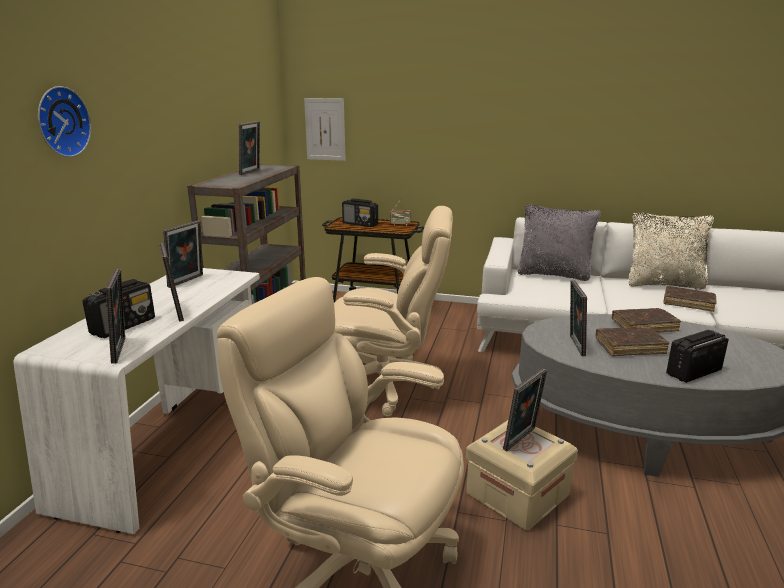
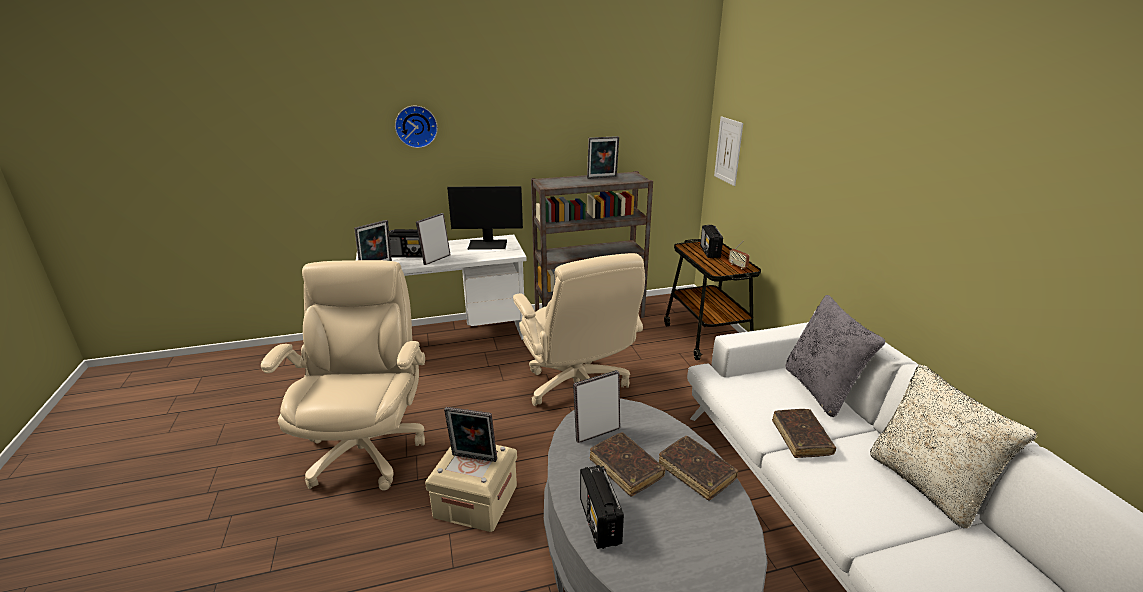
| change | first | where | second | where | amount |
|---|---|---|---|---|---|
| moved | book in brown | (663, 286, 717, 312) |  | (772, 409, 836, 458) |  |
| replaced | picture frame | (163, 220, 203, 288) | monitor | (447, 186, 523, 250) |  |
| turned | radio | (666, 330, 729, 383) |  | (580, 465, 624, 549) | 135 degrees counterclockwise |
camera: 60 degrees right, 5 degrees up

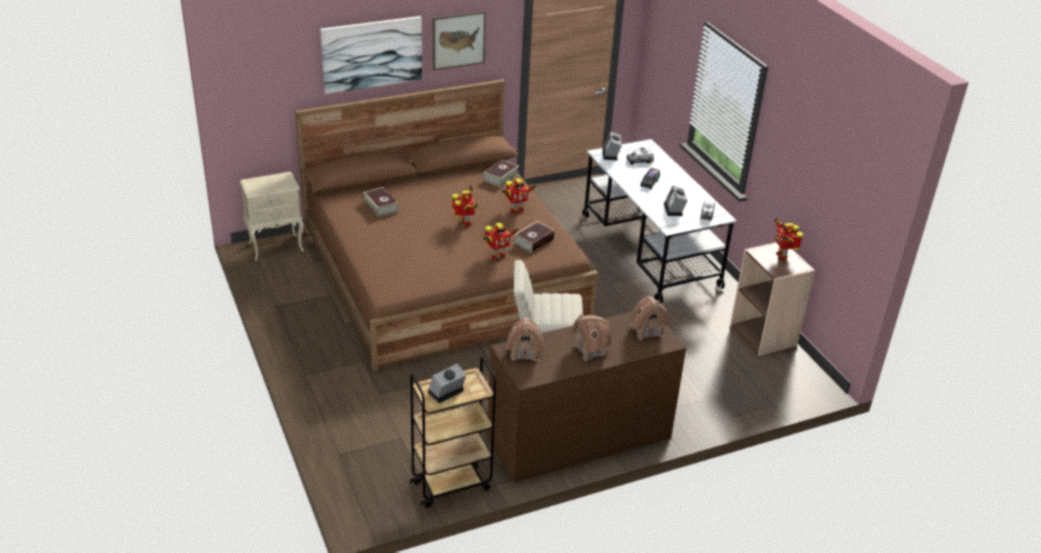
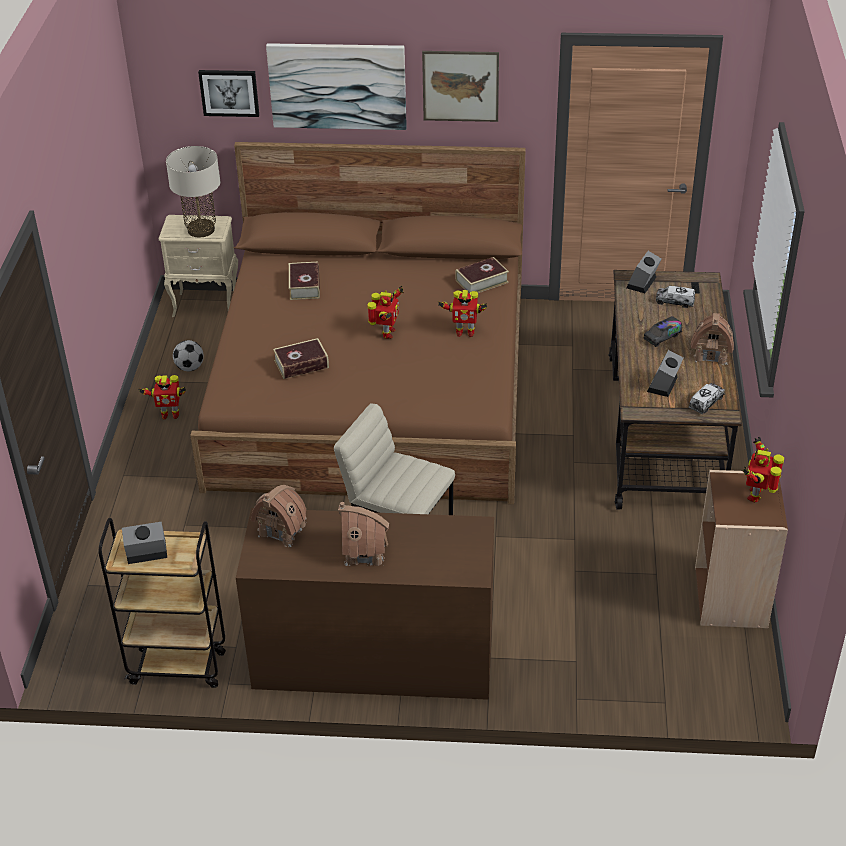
| change | first | where | second | where | amount |
|---|---|---|---|---|---|
| added |  |  | table lamp | (166, 146, 220, 237) |  |
| added |  |  | football | (173, 340, 204, 371) |  |
| added |  |  | picture | (198, 70, 259, 117) |  |
| moved | toy robot | (483, 223, 518, 260) |  | (138, 375, 186, 419) |  |
| moved | book | (514, 221, 555, 253) |  | (273, 338, 329, 379) |  |
| moved | toy house | (629, 296, 670, 341) |  | (690, 313, 734, 365) |  |
| recoloured | desk in white | (582, 139, 737, 303) | desk in brown | (608, 270, 742, 510) |  |
camera: 30 degrees right, 5 degrees up

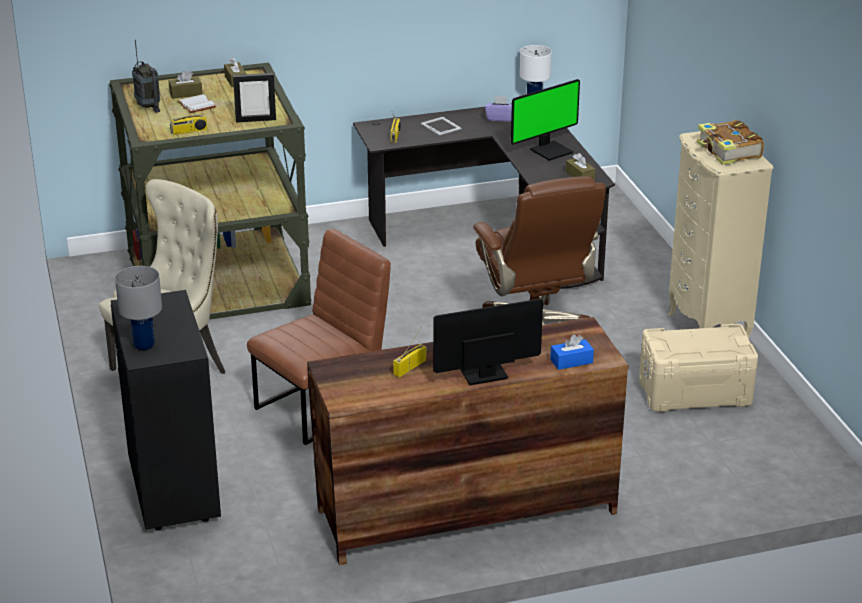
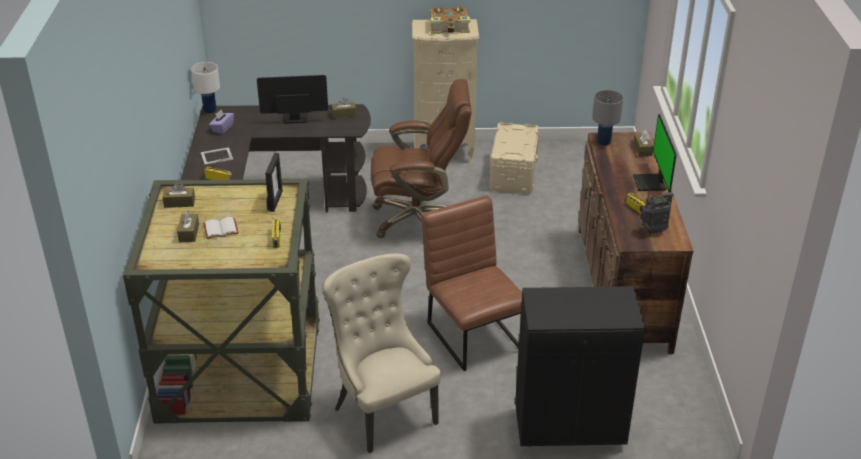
| change | first | where | second | where | amount |
|---|---|---|---|---|---|
| moved | table lamp in grey | (115, 266, 162, 350) |  | (592, 90, 623, 146) |  |
| moved | radio | (132, 40, 160, 113) |  | (641, 182, 674, 235) |  |
| recoloured | tissue box in blue | (550, 334, 594, 370) | tissue box in brown | (633, 130, 654, 156) |  |
| turned | monitor | (511, 79, 580, 161) |  | (257, 75, 328, 124) | 75 degrees counterclockwise |
camera: 75 degrees left, 5 degrees up

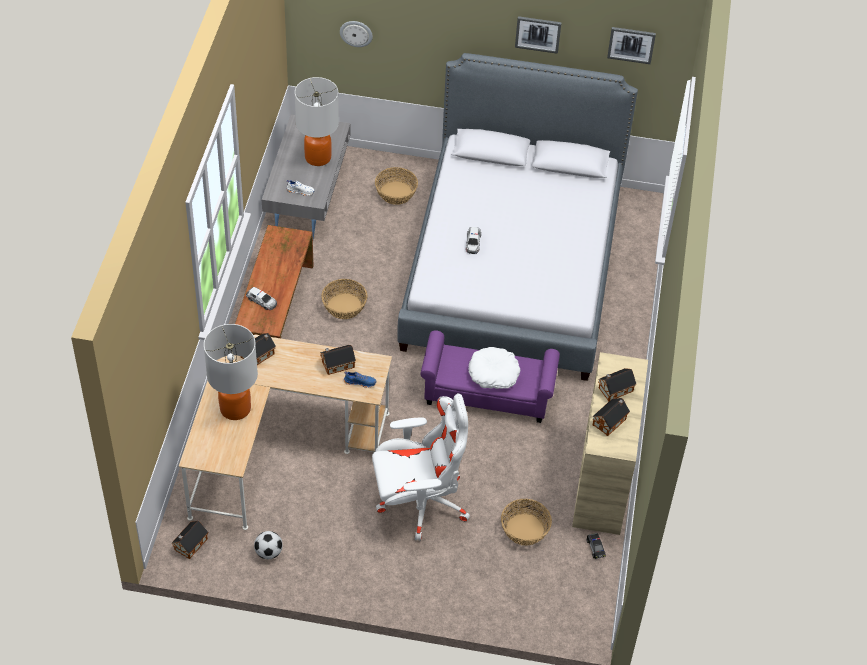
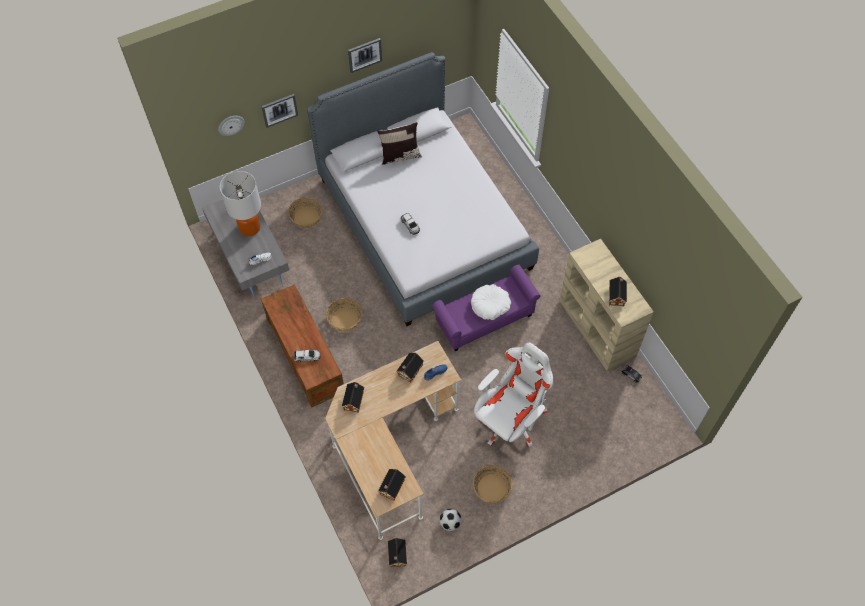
| change | first | where | second | where | amount |
|---|---|---|---|---|---|
| removed | table lamp | (204, 324, 258, 420) |  |  |  |
| added |  |  | pillow | (377, 122, 422, 165) |  |
| moved | basket | (501, 499, 552, 546) |  | (473, 465, 513, 503) |  |
| moved | toy house | (598, 368, 636, 401) |  | (378, 469, 406, 501) |  |
| moved | picture | (607, 27, 656, 64) |  | (261, 94, 298, 127) |  |
camera: 35 degrees left, 10 degrees up

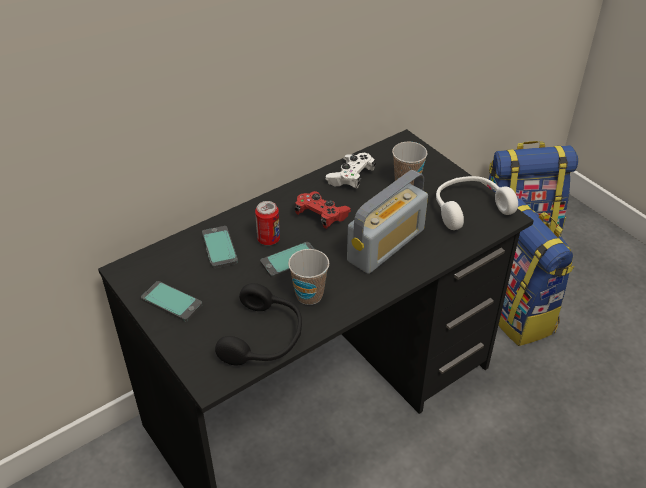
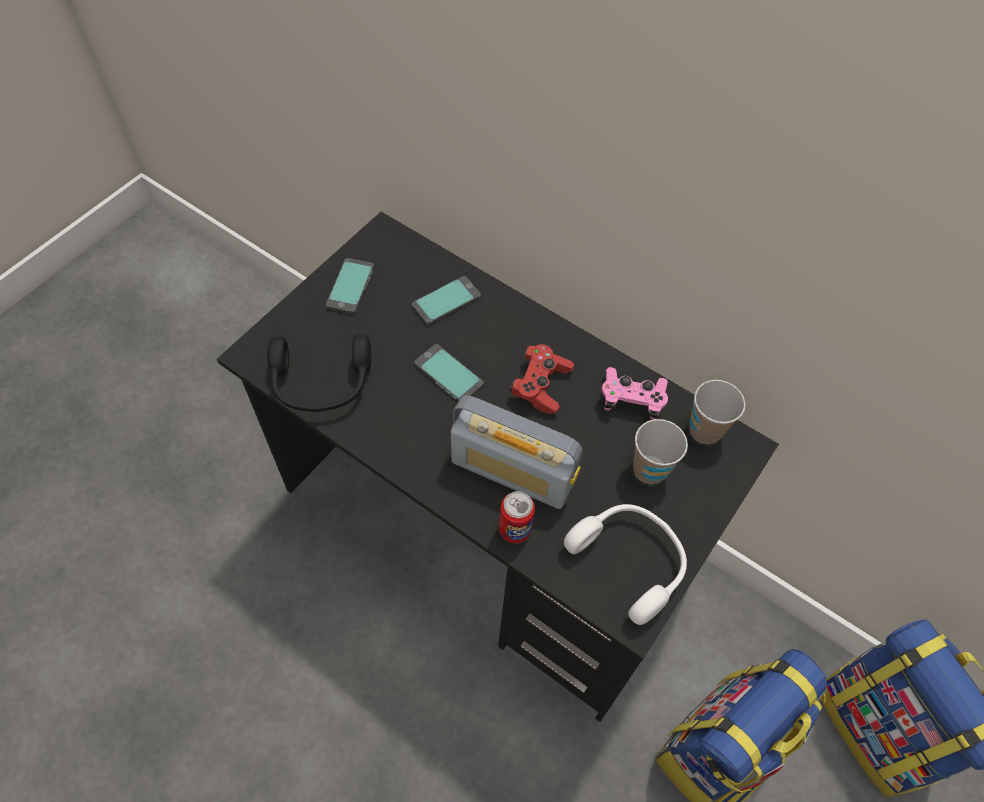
| change | first | where | second | where | amount |
|---|---|---|---|---|---|
| moved | can | (255, 201, 280, 245) |  | (499, 491, 535, 543) |  |
| moved | cup | (288, 249, 329, 305) |  | (690, 380, 746, 444) |  |
| recoloured | game controller in white | (325, 153, 376, 189) | game controller in pink | (602, 367, 668, 420) |  |
camera: 70 degrees right, 15 degrees up

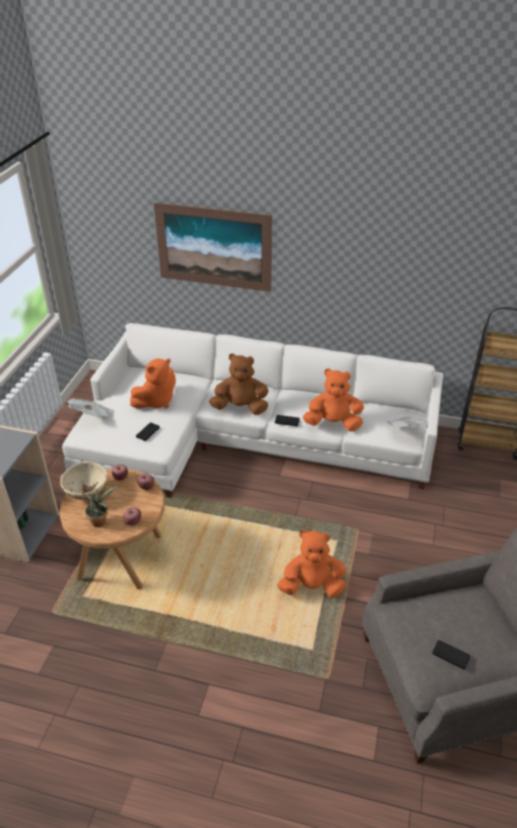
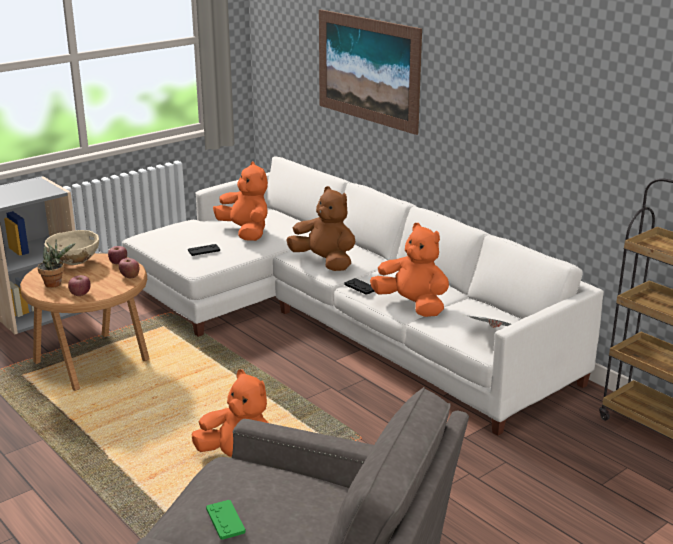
| change | first | where | second | where | amount |
|---|---|---|---|---|---|
| removed | newspaper | (67, 398, 113, 417) |  |  |  |
| recoloured | game controller in black | (432, 640, 471, 669) | game controller in green | (206, 500, 246, 540) |  |
| turned | plush toy in orange | (130, 358, 176, 409) |  | (213, 162, 268, 241) | 120 degrees counterclockwise |
camera: 35 degrees right, 15 degrees down

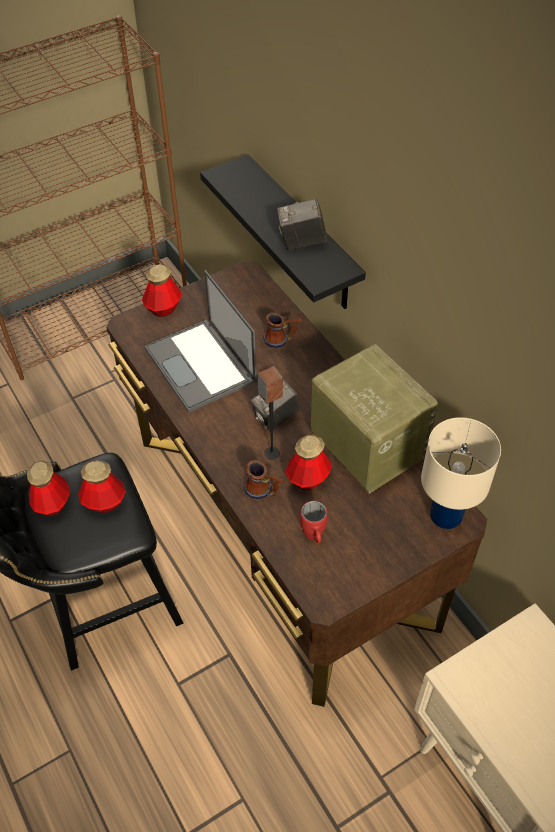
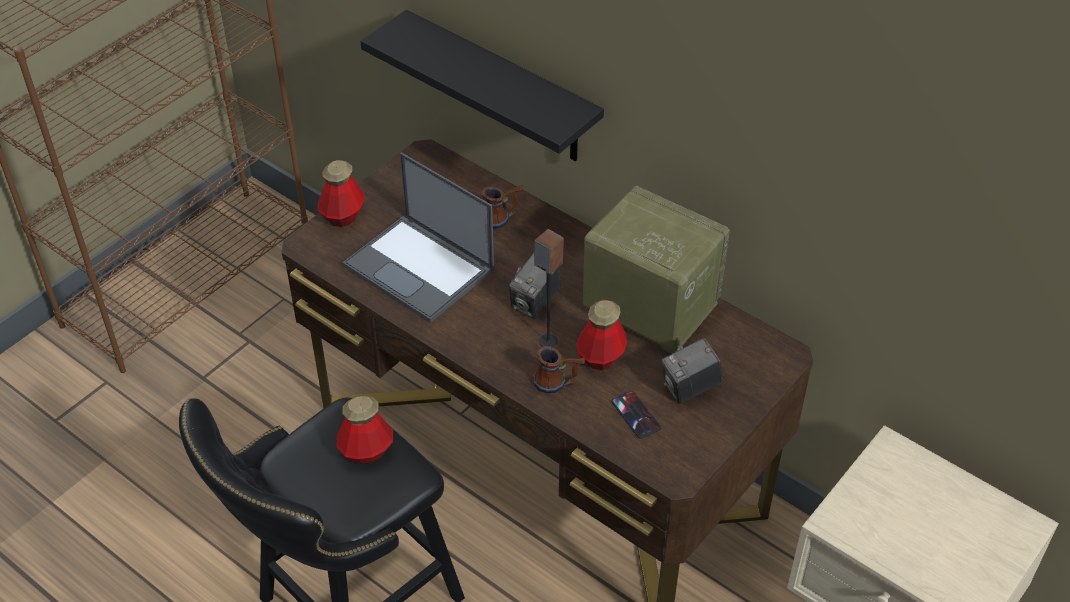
| change | first | where | second | where | amount |
|---|---|---|---|---|---|
| removed | bottle | (27, 460, 70, 516) |  |  |  |
| removed | table lamp in beige | (421, 417, 501, 529) |  |  |  |
| moved | photo camera | (277, 198, 327, 250) |  | (661, 338, 723, 404) |  |
| replaced | mug in red | (300, 501, 328, 544) | phone | (611, 391, 661, 439) |  |
camera: 20 degrees left, 5 degrees down

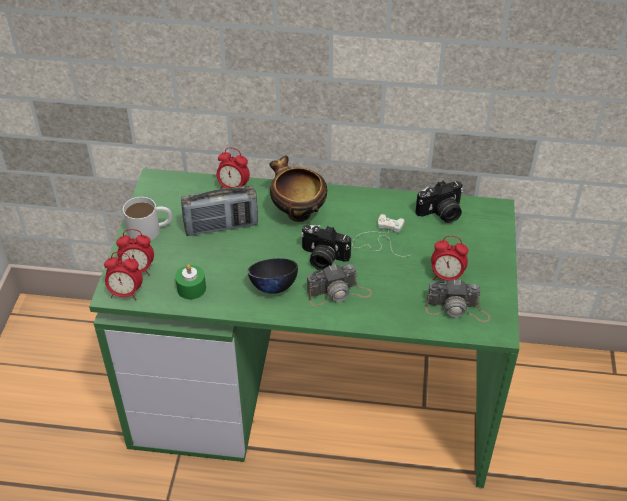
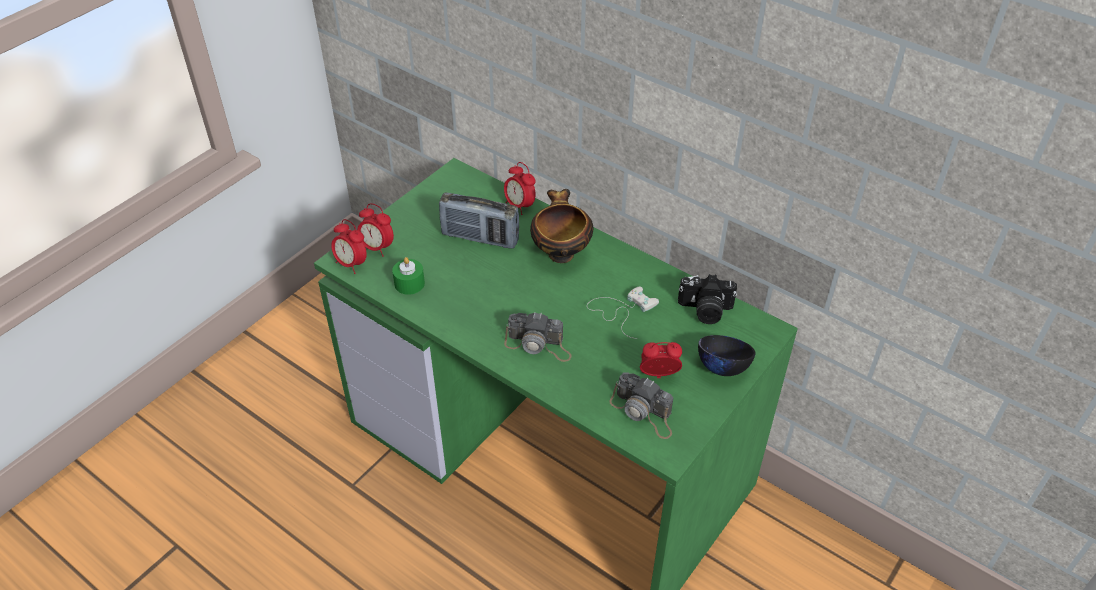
| change | first | where | second | where | amount |
|---|---|---|---|---|---|
| removed | mug in white | (123, 197, 172, 241) |  |  |  |
| removed | photo camera | (301, 225, 351, 271) |  |  |  |
| moved | bowl in black | (248, 258, 298, 294) |  | (698, 335, 756, 376) |  |
| turned | alarm clock | (431, 236, 468, 281) |  | (640, 342, 682, 378) | 135 degrees clockwise |
camera: 30 degrees right, 0 degrees up

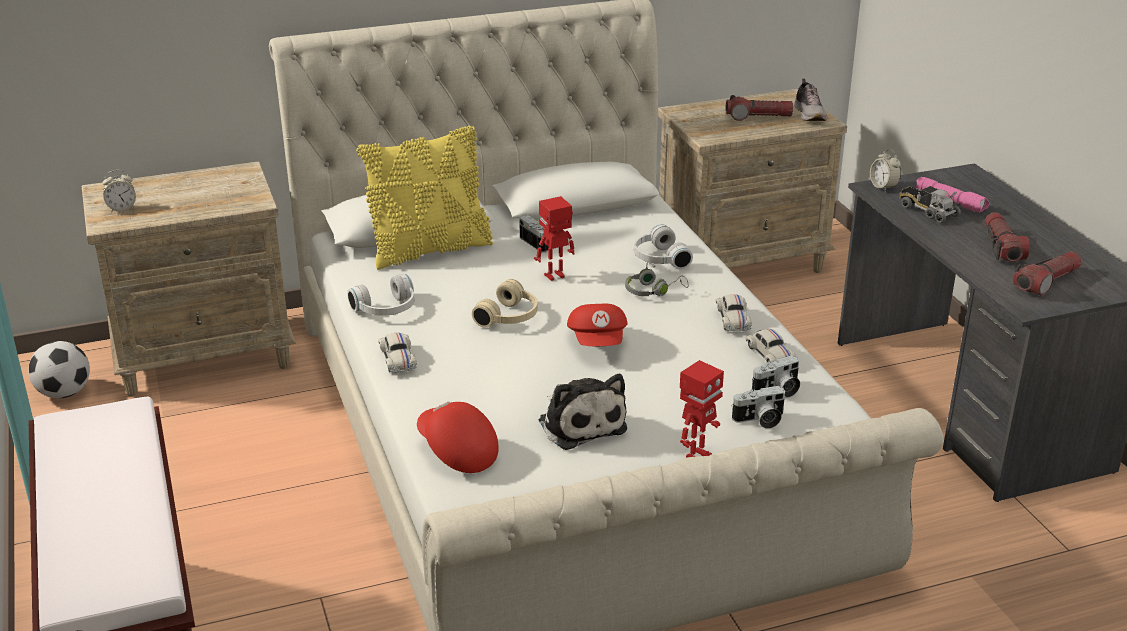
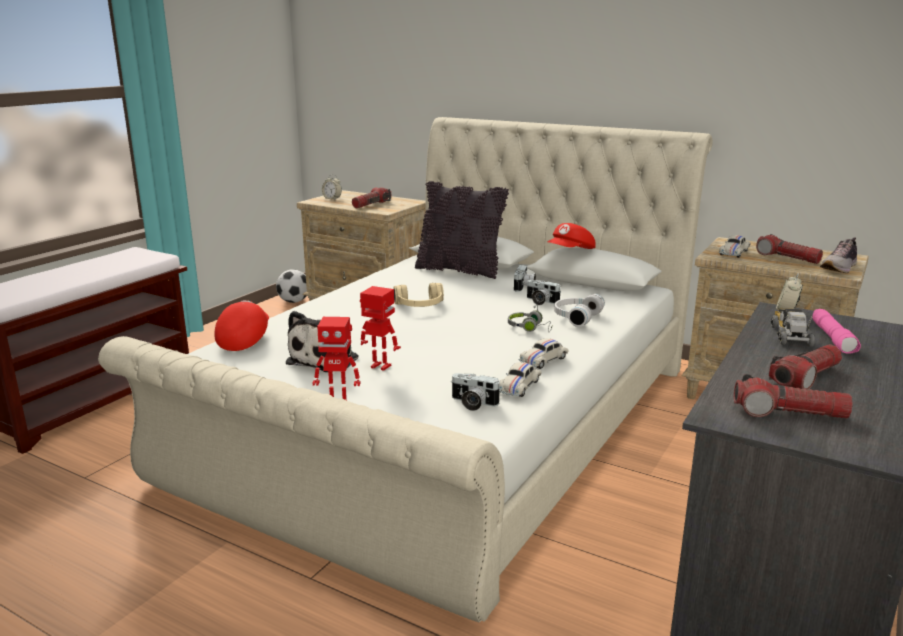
| change | first | where | second | where | amount |
|---|---|---|---|---|---|
| removed | headphones in white | (347, 274, 414, 316) |  |  |  |
| added |  |  | flashlight | (352, 187, 392, 208) |  |
| moved | toy car in white | (378, 333, 417, 373) |  | (719, 235, 751, 258) |  |
| moved | toy robot | (534, 196, 574, 281) |  | (360, 286, 401, 371) |  |
| moved | cap in red | (567, 304, 628, 346) |  | (548, 223, 596, 249) |  |
| moved | photo camera | (731, 386, 786, 429) |  | (527, 280, 561, 305) |  |
| recoloured | pillow in yellow | (356, 126, 493, 270) | pillow in black | (415, 181, 509, 279) |  |
camera: 50 degrees right, 10 degrees down

